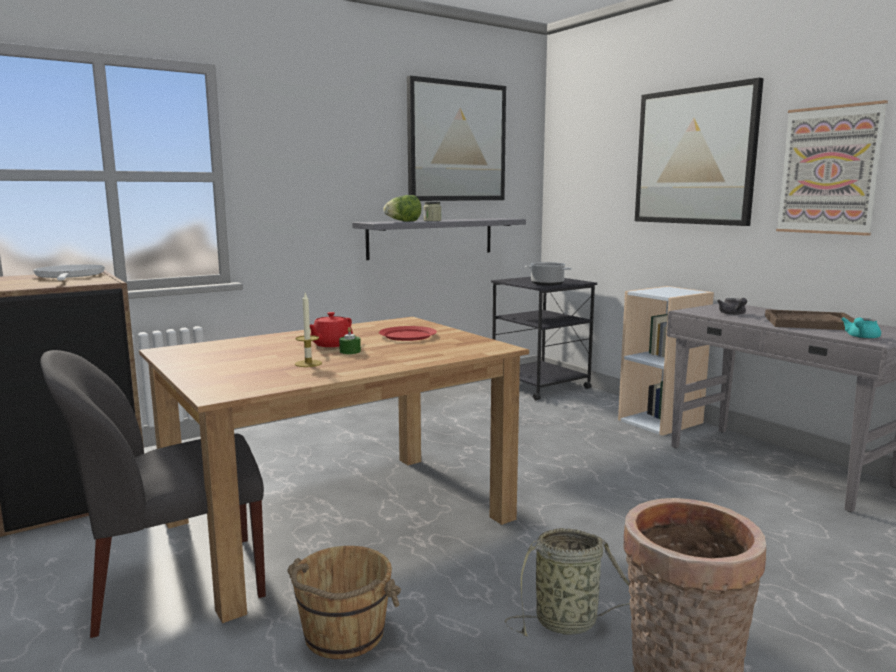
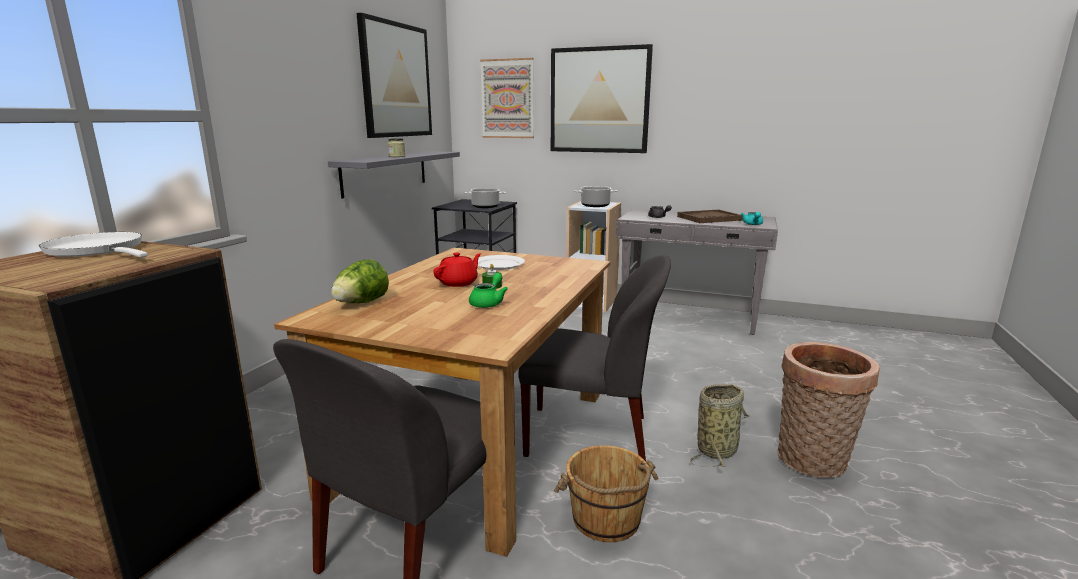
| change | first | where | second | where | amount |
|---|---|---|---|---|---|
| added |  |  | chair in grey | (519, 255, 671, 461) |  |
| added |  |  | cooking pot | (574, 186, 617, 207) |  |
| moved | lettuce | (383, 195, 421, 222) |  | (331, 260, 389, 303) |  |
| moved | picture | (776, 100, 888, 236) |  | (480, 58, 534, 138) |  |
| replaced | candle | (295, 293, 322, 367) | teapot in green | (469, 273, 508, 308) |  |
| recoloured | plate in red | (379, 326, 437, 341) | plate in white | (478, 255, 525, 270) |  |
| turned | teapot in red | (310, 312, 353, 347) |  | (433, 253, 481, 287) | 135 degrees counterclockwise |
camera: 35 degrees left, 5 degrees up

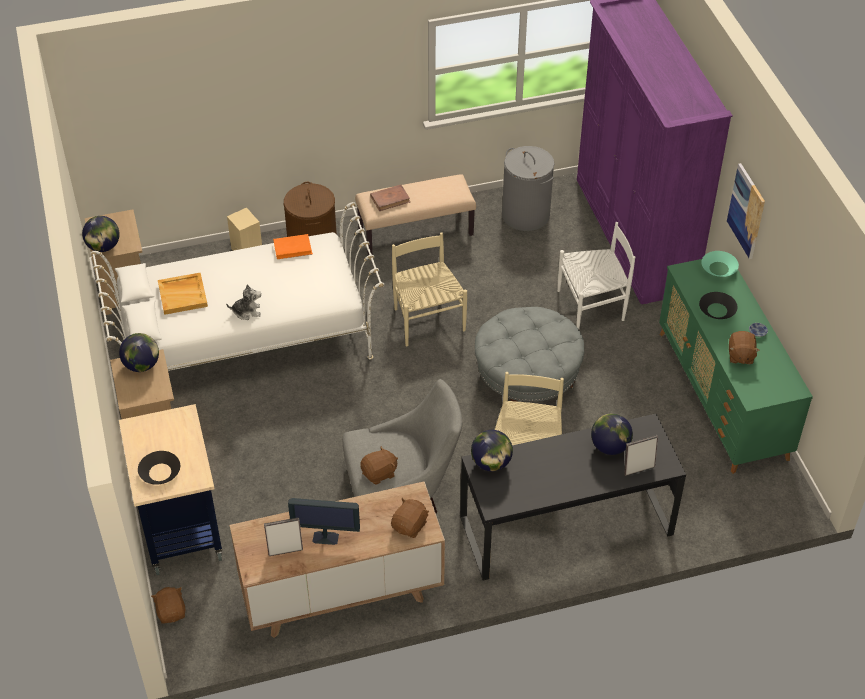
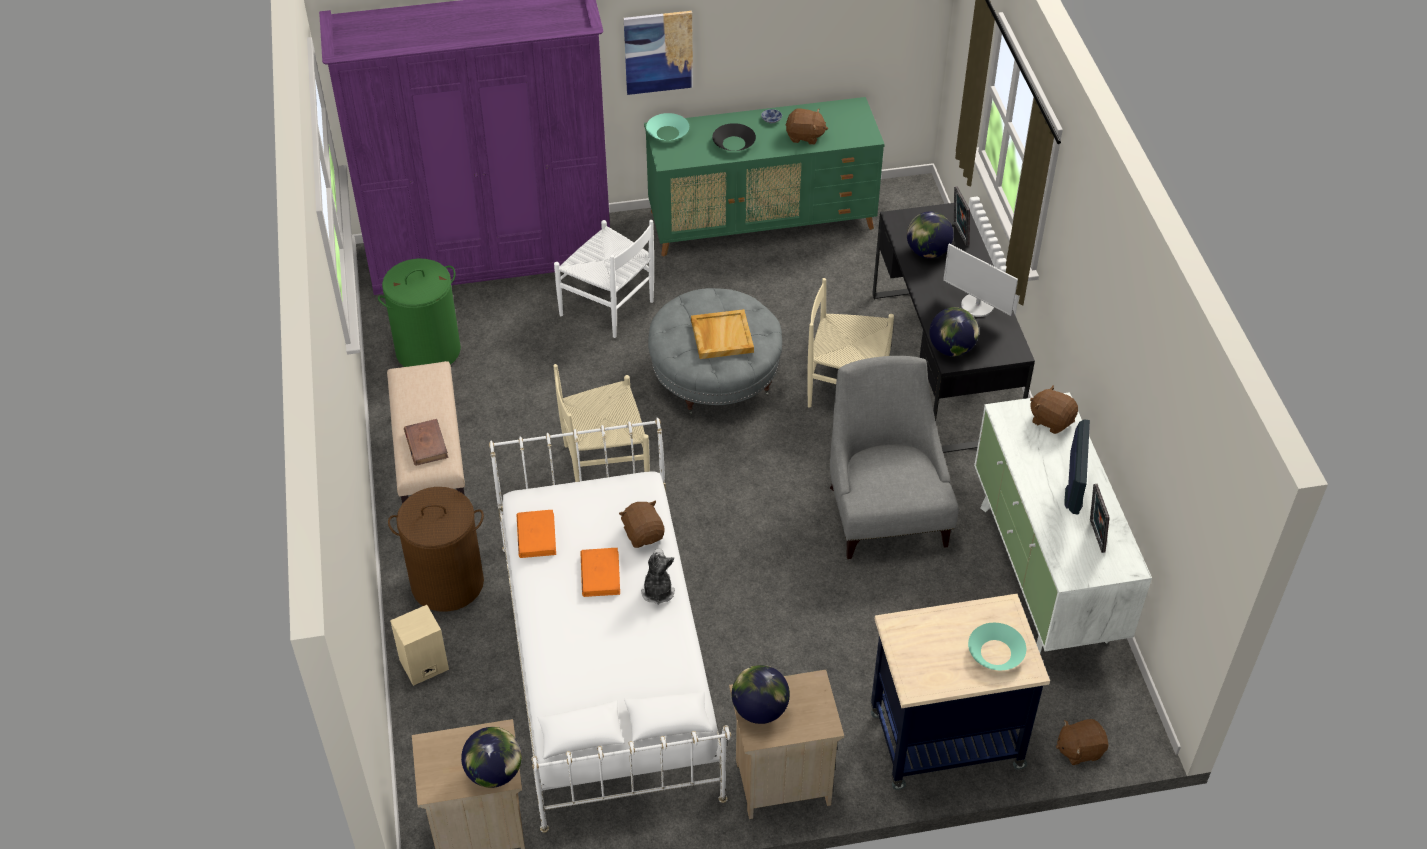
| change | first | where | second | where | amount |
|---|---|---|---|---|---|
| added |  |  | book in orange | (580, 548, 620, 597) |  |
| added |  |  | monitor | (943, 244, 1018, 317) |  |
| moved | tray in beige | (158, 272, 208, 315) |  | (691, 309, 754, 359) |  |
| moved | plush toy in brown | (360, 446, 398, 484) |  | (619, 501, 665, 548) |  |
| recoloured | bowl in black | (138, 451, 180, 485) | bowl in turquoise | (968, 623, 1026, 670) |  |
| recoloured | dresser in green | (229, 481, 445, 638) | dresser in white | (974, 392, 1152, 653) |  |
| recoloured | laundry basket in grey | (502, 146, 555, 231) | laundry basket in green | (378, 258, 461, 367) |  |
| turned | chair in white | (557, 222, 635, 329) |  | (554, 220, 654, 338) | 135 degrees clockwise |
camera: 85 degrees left, 0 degrees up

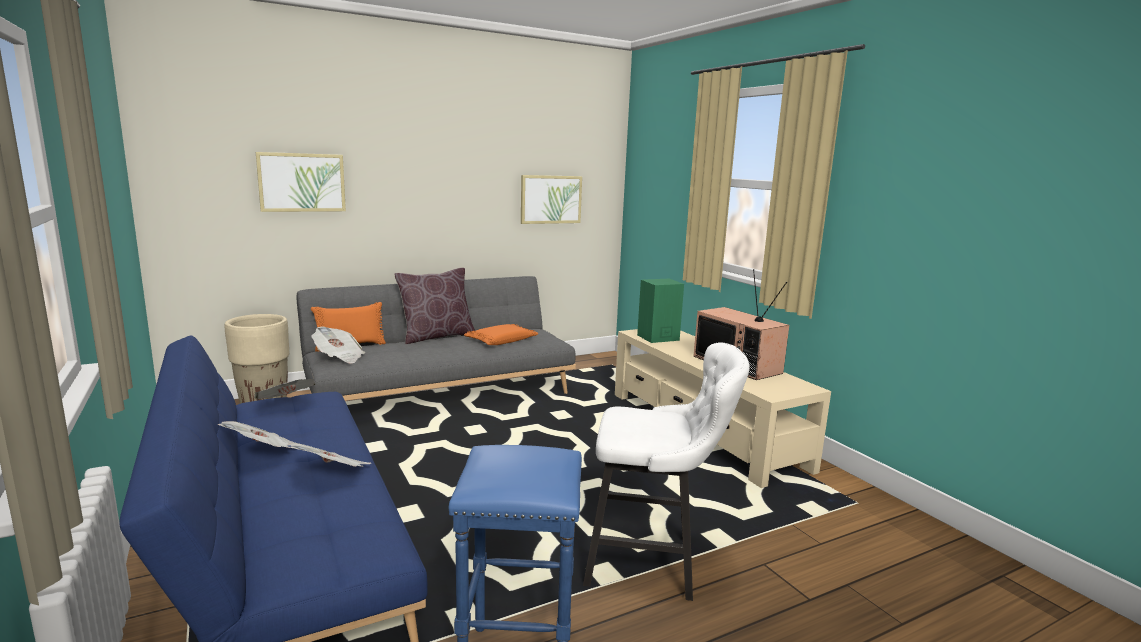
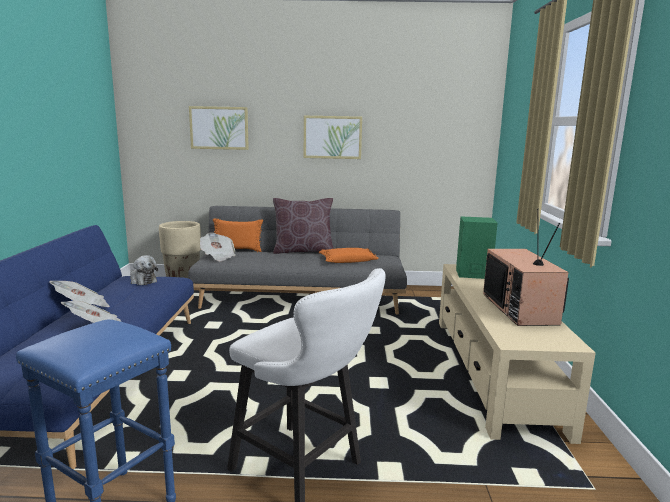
| change | first | where | second | where | amount |
|---|---|---|---|---|---|
| moved | picture | (521, 175, 582, 224) |  | (304, 116, 362, 159) |  |
| replaced | newspaper | (254, 379, 315, 400) | plush toy | (130, 255, 158, 285) |  |
camera: 30 degrees right, 0 degrees up

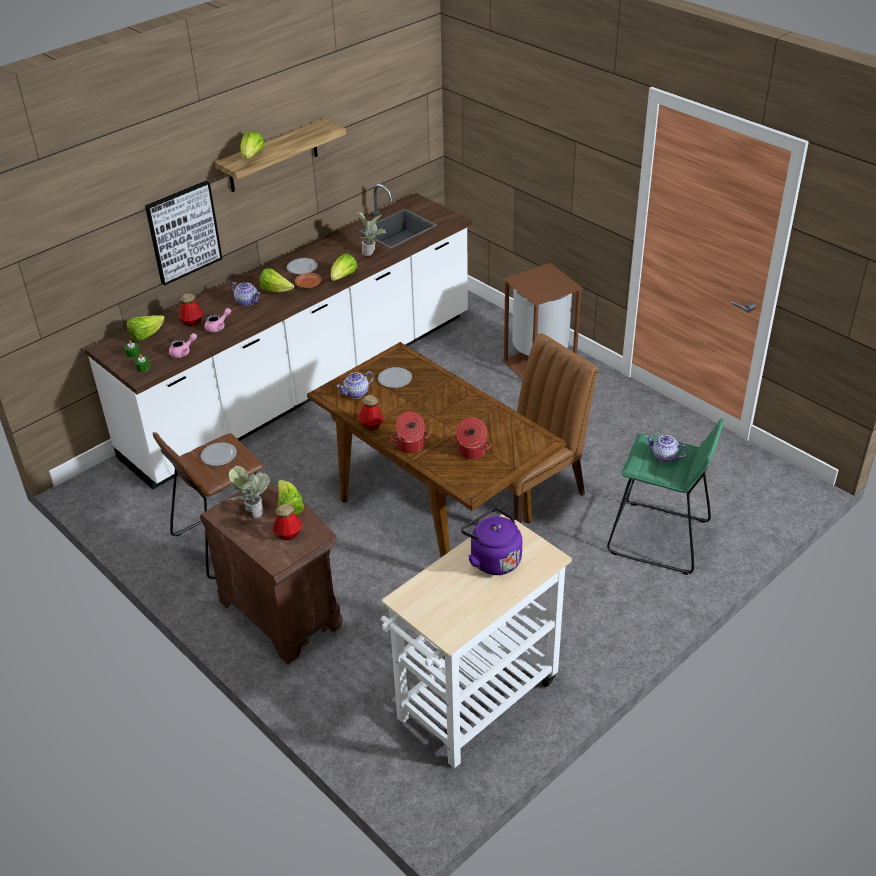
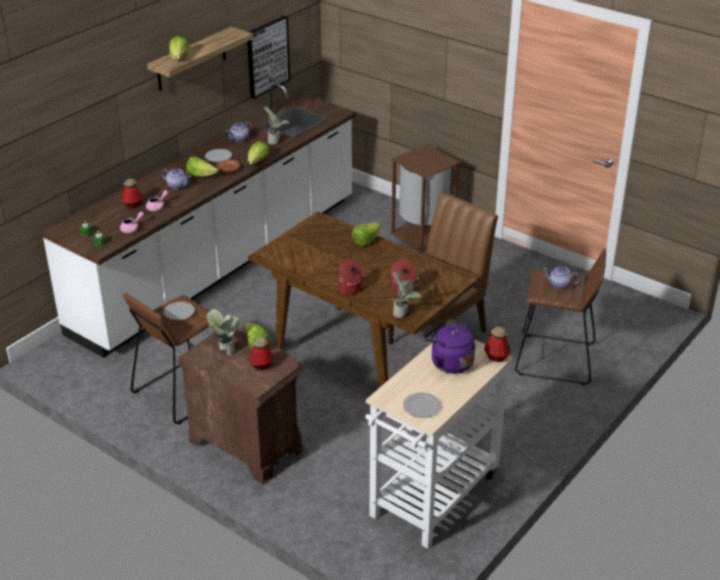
| change | first | where | second | where | amount |
|---|---|---|---|---|---|
| added |  |  | potted plant | (391, 272, 421, 318) |  |
| moved | lettuce | (127, 315, 165, 341) |  | (351, 223, 380, 246) |  |
| moved | picture | (145, 181, 223, 285) |  | (247, 16, 290, 99) |  |
| moved | teapot | (337, 371, 374, 399) |  | (226, 121, 252, 142) |  |
| moved | bottle | (358, 395, 384, 430) |  | (484, 327, 511, 362) |  |
| moved | plate | (378, 367, 412, 388) |  | (403, 393, 441, 418) |  |
| recoloured | stool in green | (607, 418, 724, 575) | stool in brown | (515, 248, 606, 385) |  |
camera: 10 degrees left, 5 degrees down

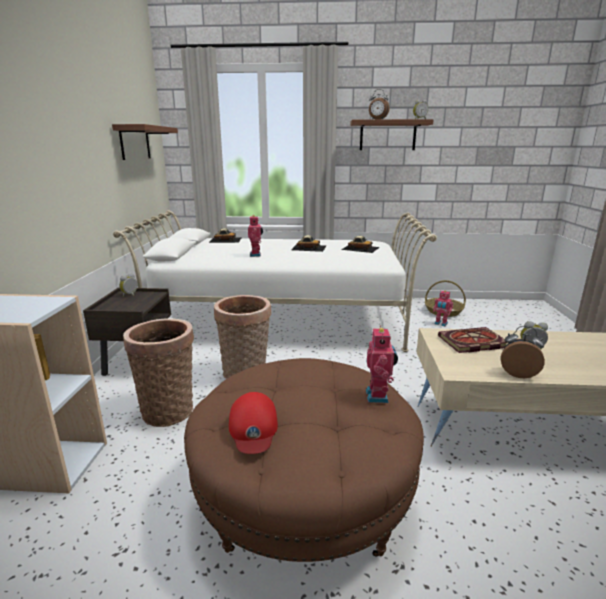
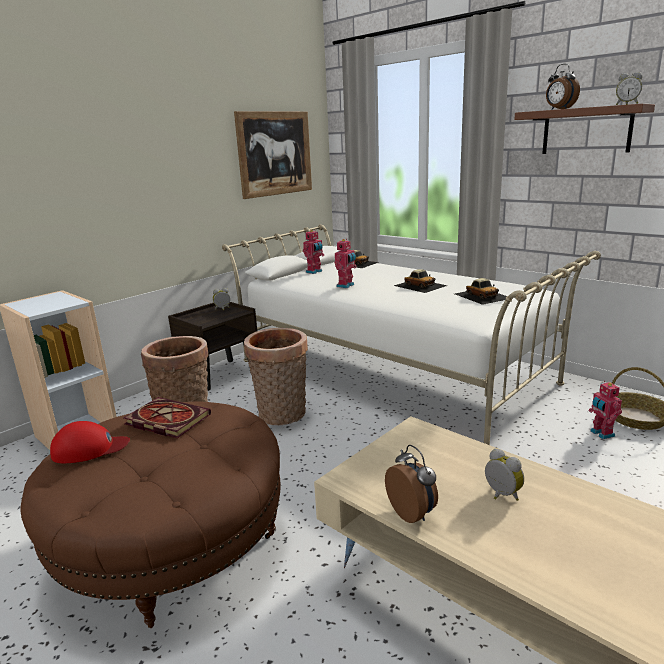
| change | first | where | second | where | amount |
|---|---|---|---|---|---|
| moved | toy robot | (366, 325, 398, 403) |  | (303, 230, 324, 274) |  |
| moved | book | (438, 327, 506, 353) |  | (124, 397, 211, 438) |  |
| replaced | shelf in brown | (112, 124, 178, 160) | picture | (234, 111, 312, 199) |  |
| turned | cap in red | (229, 392, 278, 454) |  | (50, 421, 130, 463) | 135 degrees counterclockwise |
camera: 40 degrees right, 0 degrees up

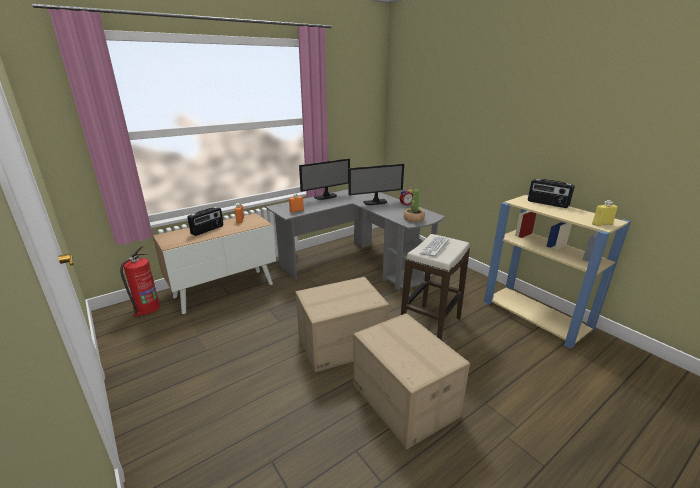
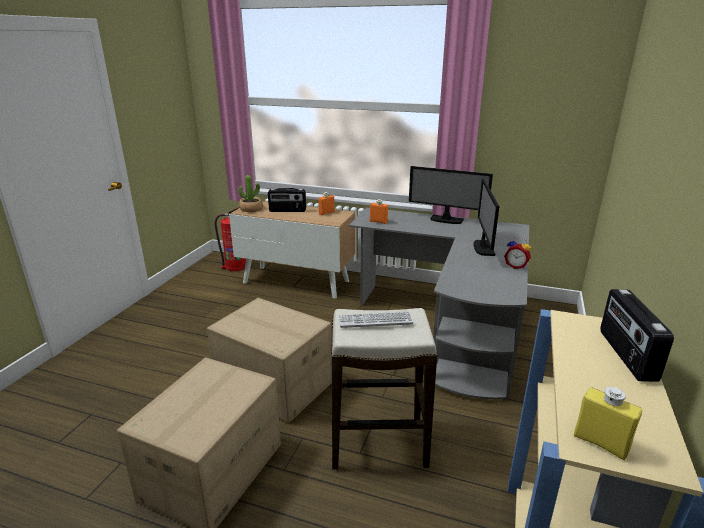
| change | first | where | second | where | amount |
|---|---|---|---|---|---|
| moved | potted plant | (404, 189, 425, 222) |  | (238, 175, 263, 212) |  |
| turned | monitor | (349, 164, 404, 205) |  | (473, 179, 500, 256) | 60 degrees clockwise |
camera: 55 degrees right, 0 degrees up

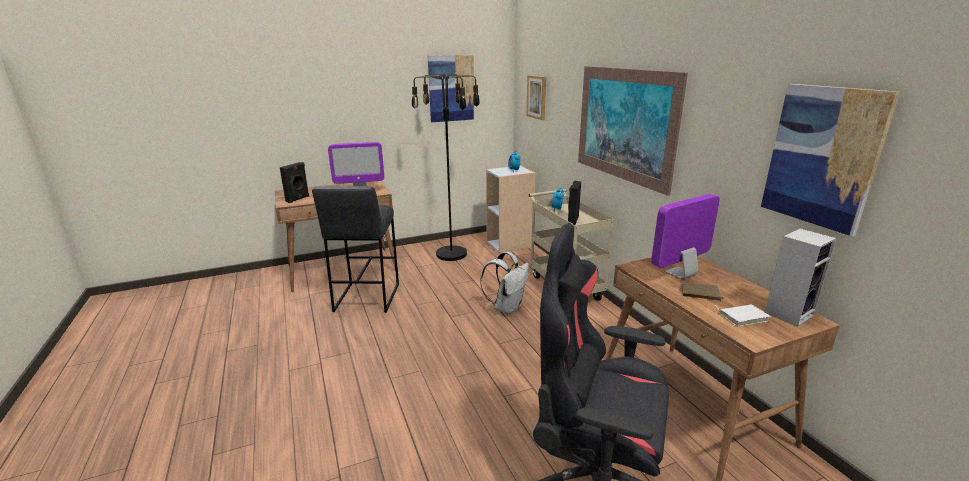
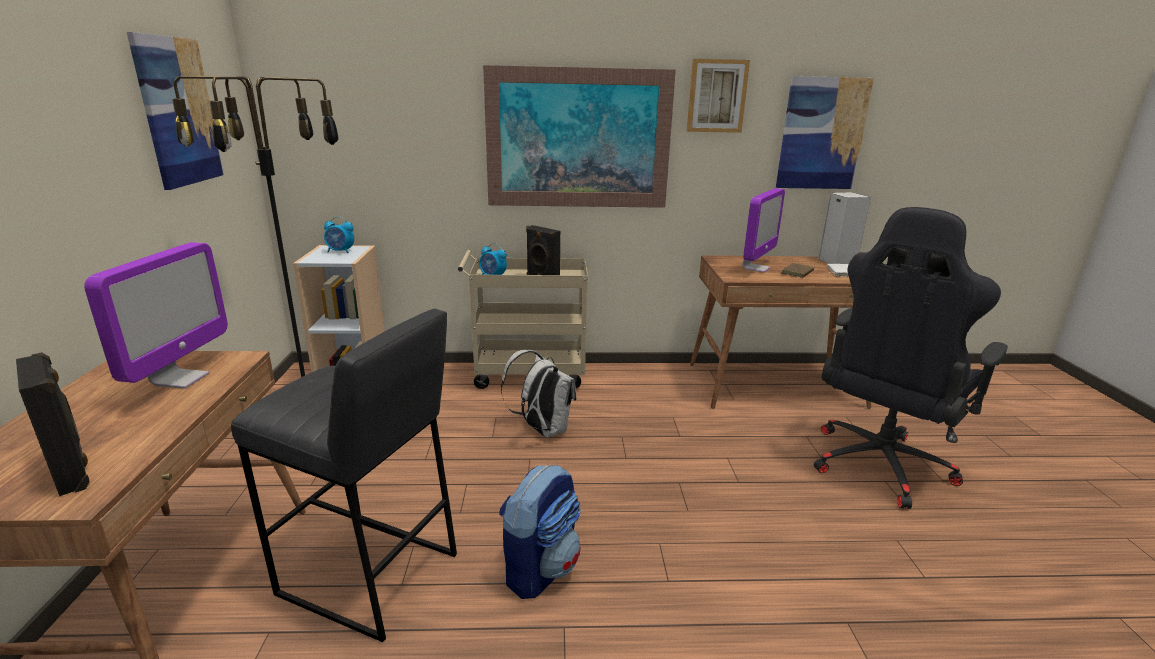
| change | first | where | second | where | amount |
|---|---|---|---|---|---|
| added |  |  | backpack | (499, 465, 581, 599) |  |
| moved | picture | (526, 75, 546, 120) |  | (687, 59, 750, 133) |  |
| turned | monitor | (651, 194, 720, 279) |  | (742, 188, 785, 273) | 135 degrees counterclockwise |
camera: 70 degrees left, 0 degrees up

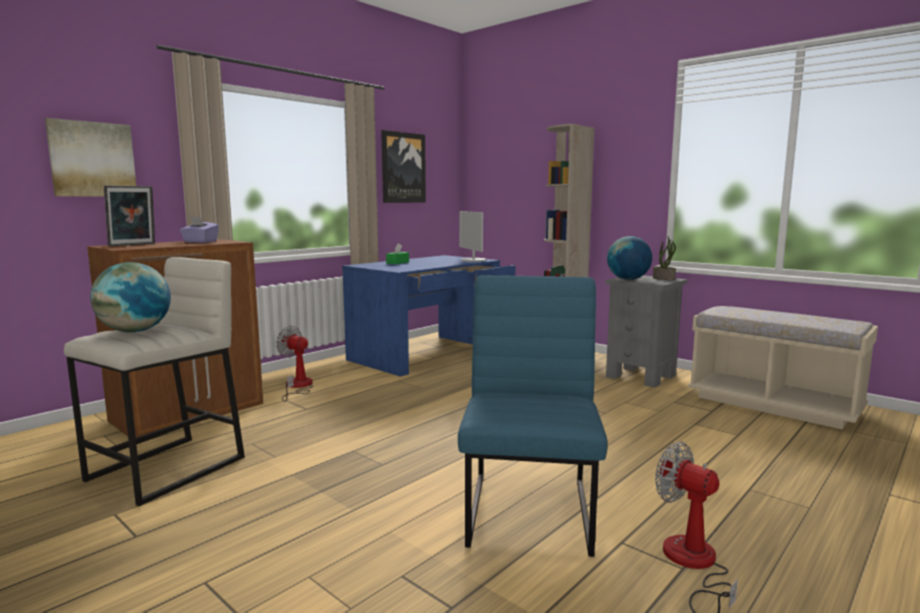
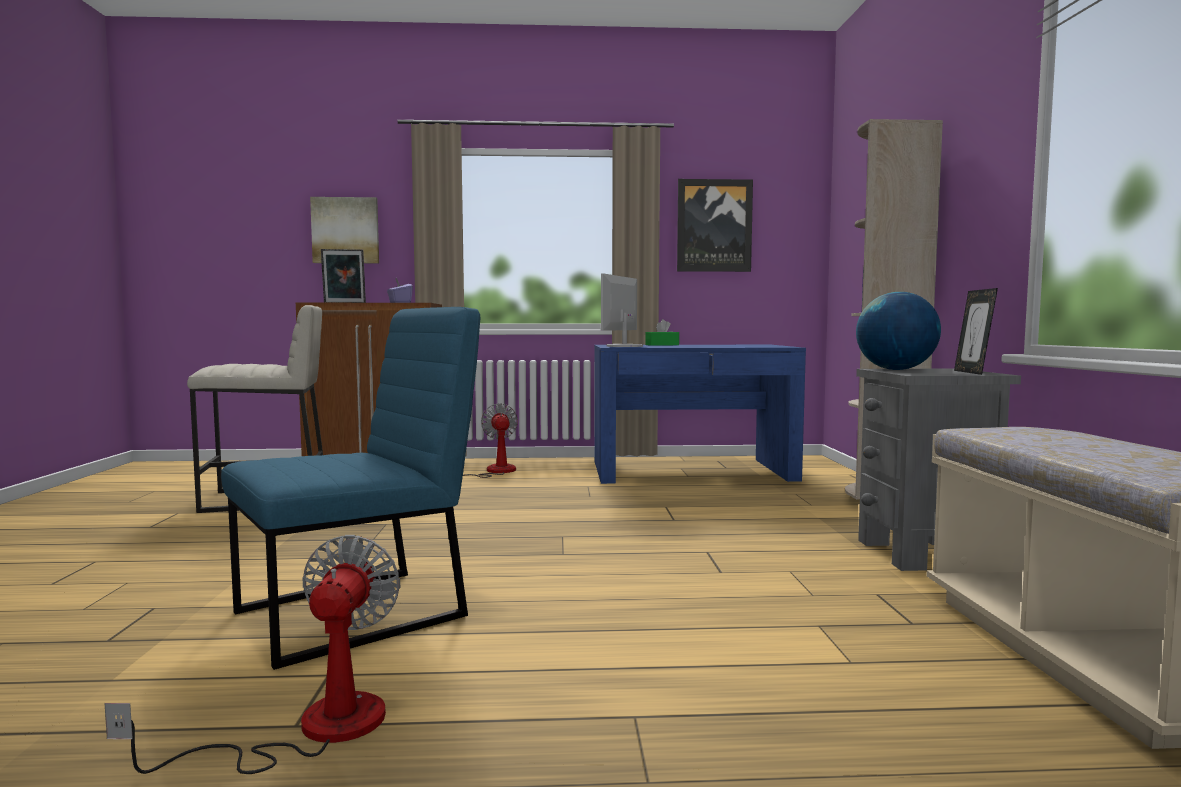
| change | first | where | second | where | amount |
|---|---|---|---|---|---|
| removed | globe | (90, 262, 171, 332) |  |  |  |
| moved | monitor | (460, 211, 486, 262) |  | (601, 273, 643, 347) |  |
| replaced | potted plant | (653, 237, 676, 280) | picture frame | (954, 288, 998, 375) |  |
camera: 45 degrees right, 5 degrees down

